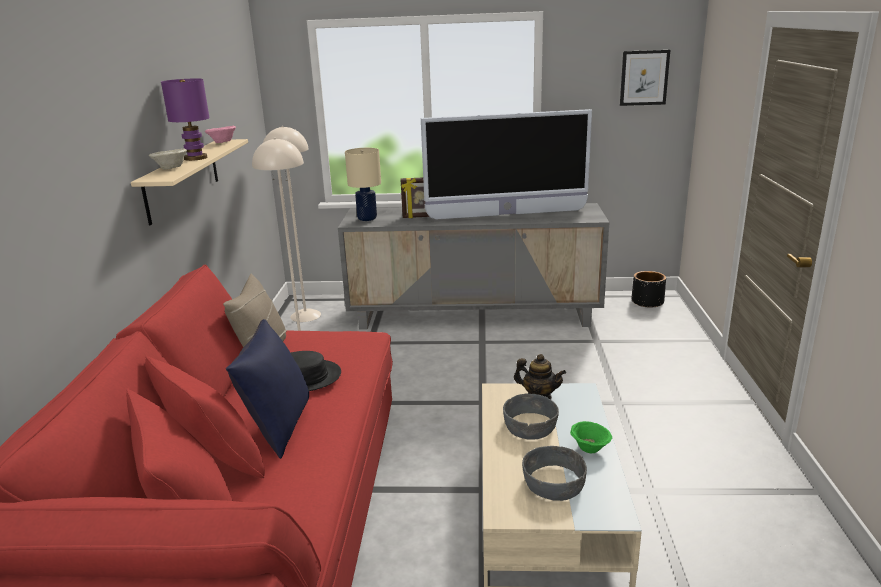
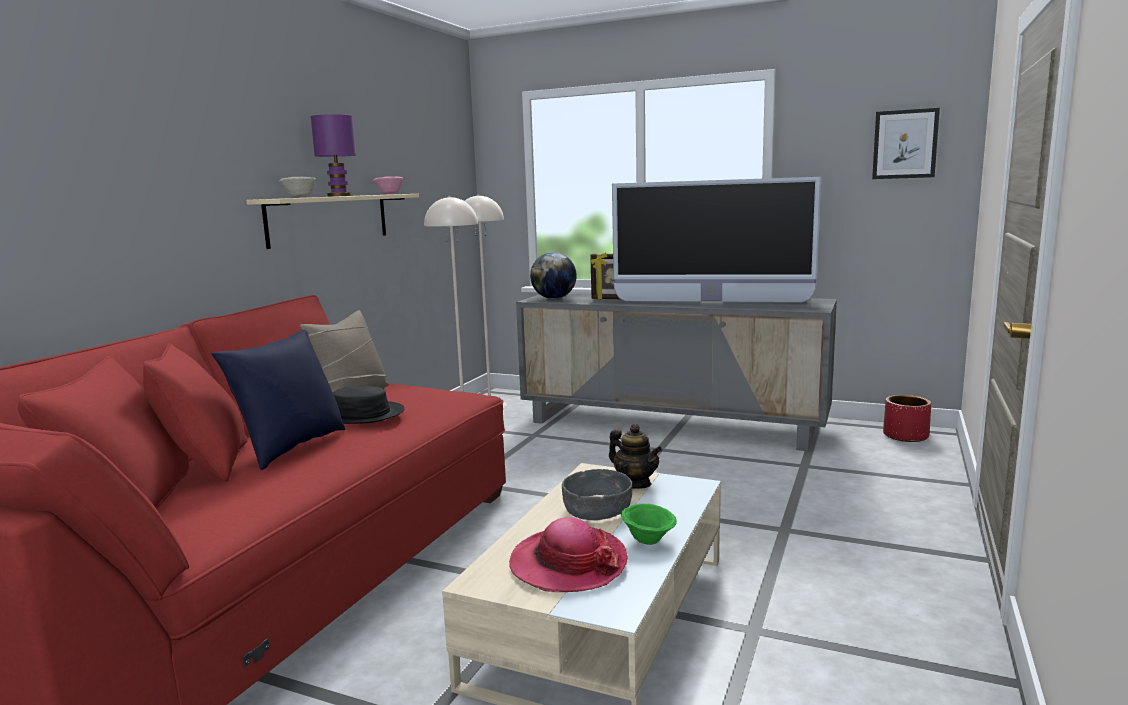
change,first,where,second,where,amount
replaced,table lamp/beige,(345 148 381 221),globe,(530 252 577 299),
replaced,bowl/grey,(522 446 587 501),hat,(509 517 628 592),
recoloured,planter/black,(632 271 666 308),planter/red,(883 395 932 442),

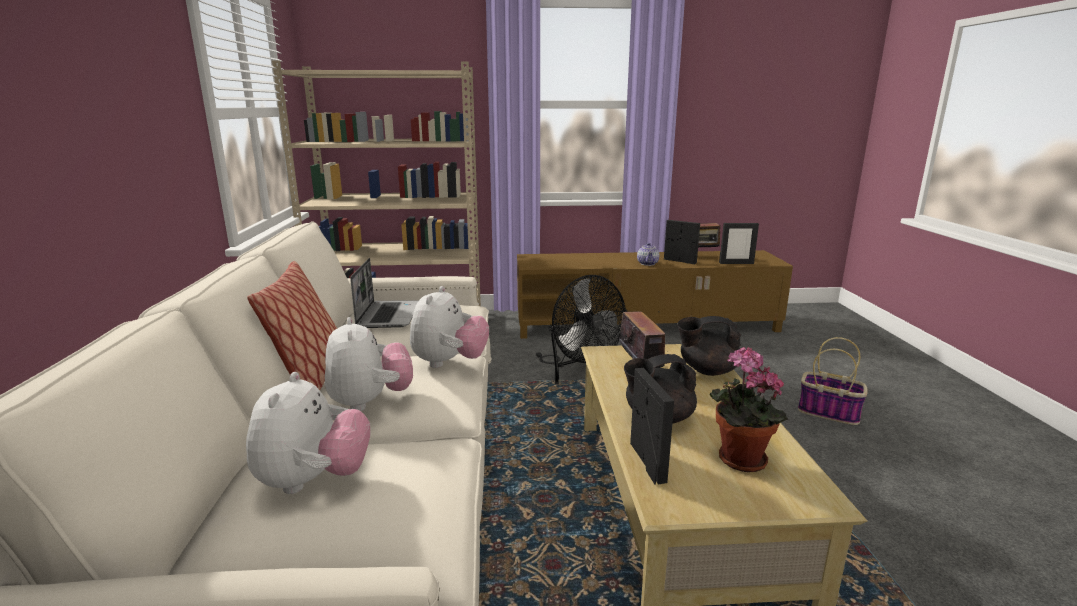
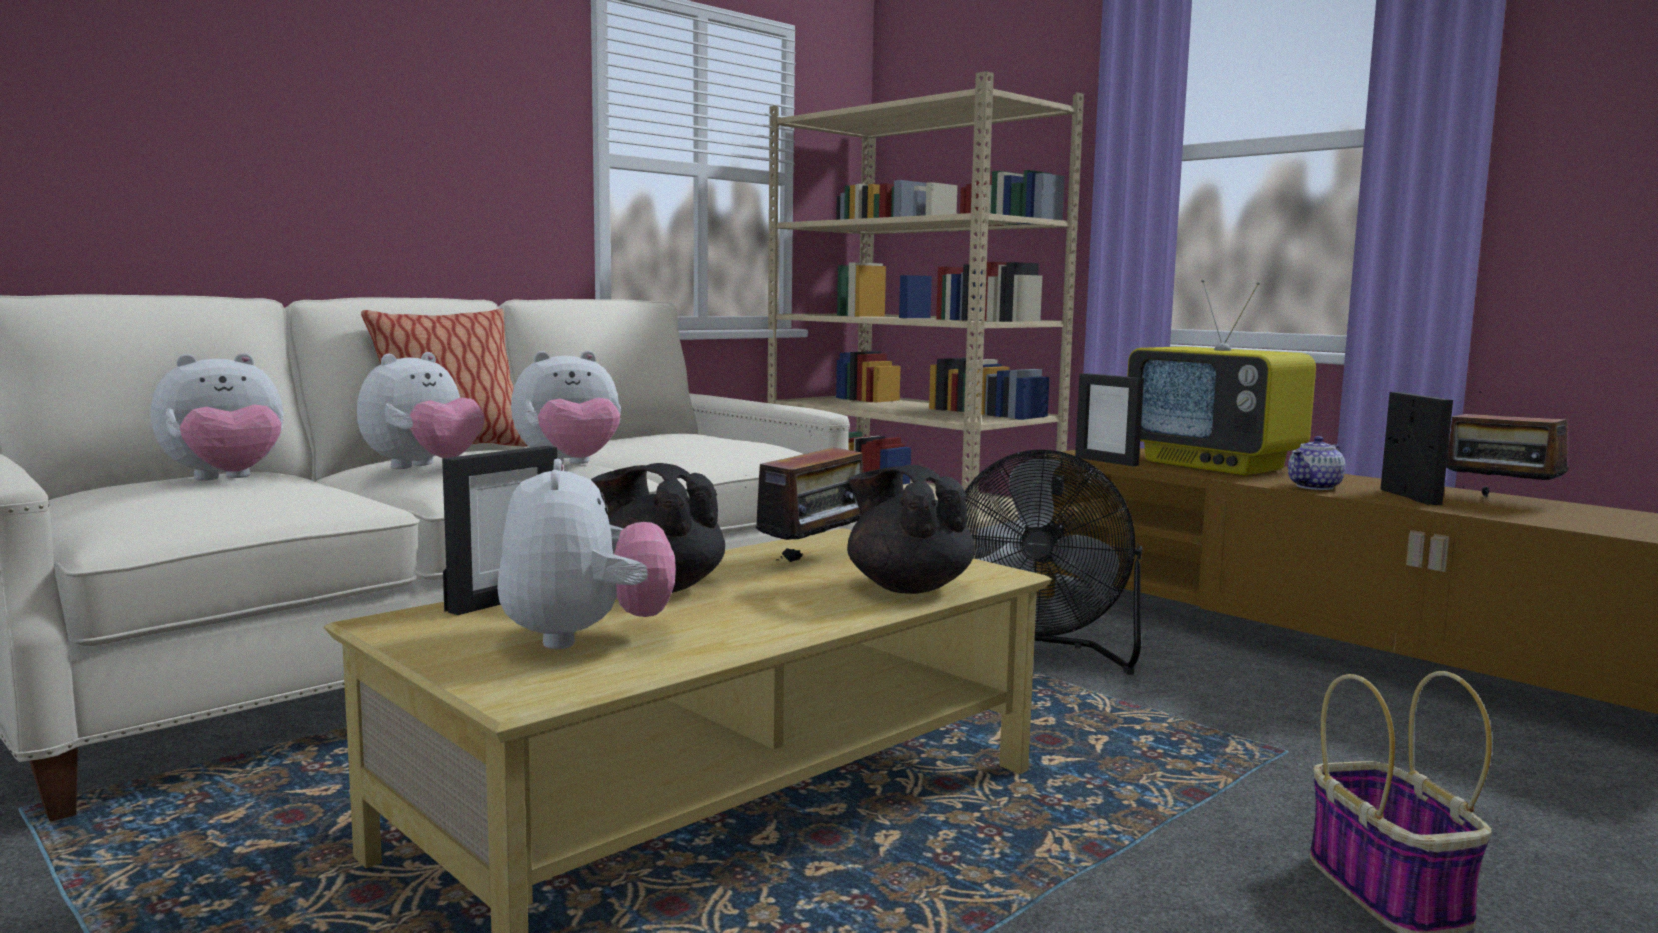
change,first,where,second,where,amount
removed,laptop,(350 258 419 328),,,
added,,,television,(1127 279 1316 475),
moved,picture frame,(719 223 759 264),,(1075 373 1144 466),
replaced,potted plant,(710 347 789 472),plush toy,(497 459 676 649),

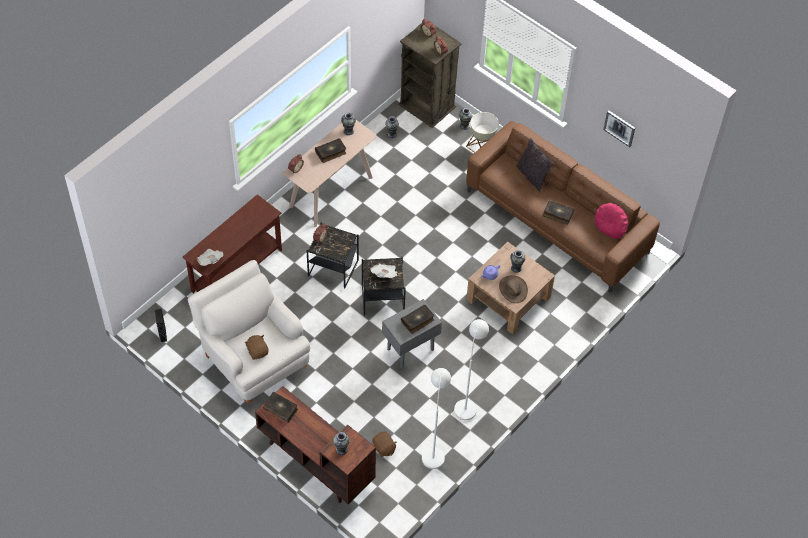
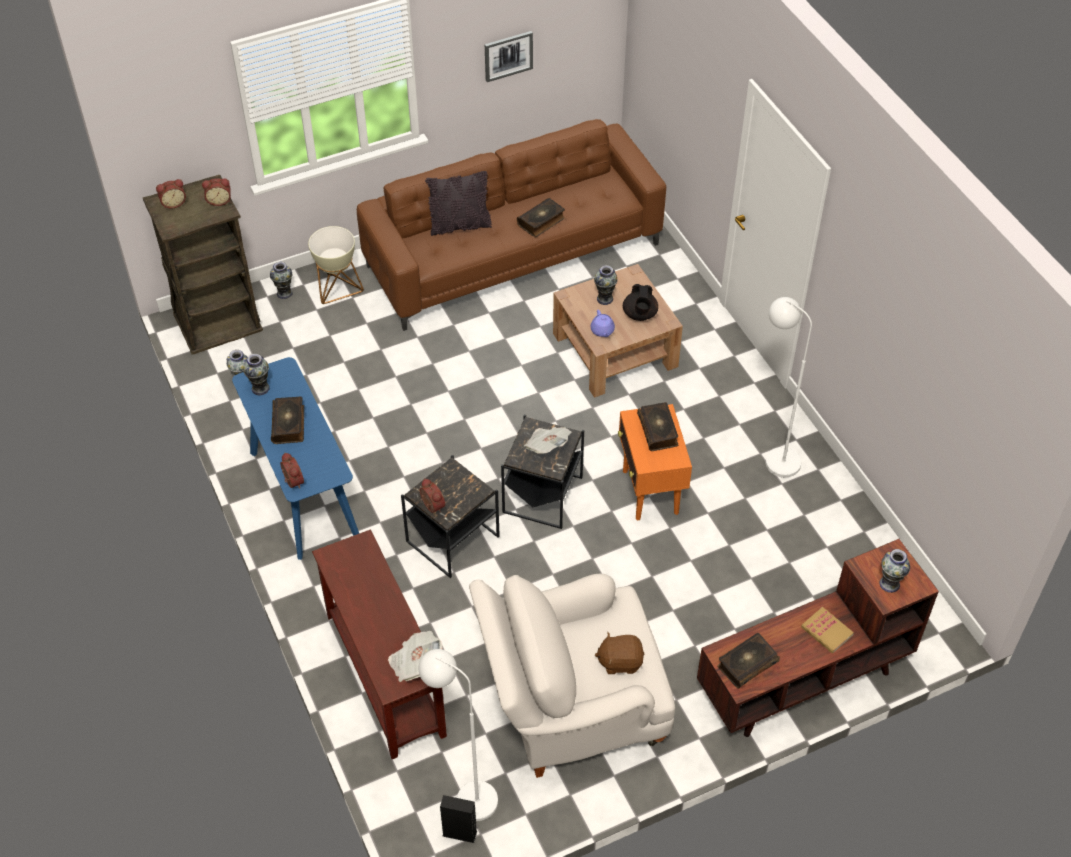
change,first,where,second,where,amount
removed,plush toy/brown,(372 432 397 457),,,
removed,pillow/pink,(594 203 628 239),,,
added,,,book,(801 607 854 653),
moved,floor lamp/white,(422 368 451 469),,(419 649 498 821),
replaced,hat/brown,(499 275 528 303),teapot/black,(623 284 658 321),
recoloured,console table/beige,(283 120 376 227),console table/blue,(232 357 359 560),
recoloured,side table/grey,(382 299 442 368),side table/orange,(618 404 692 520),

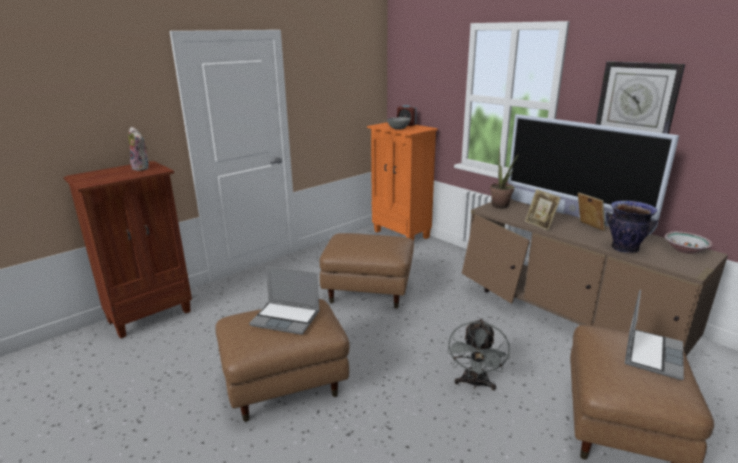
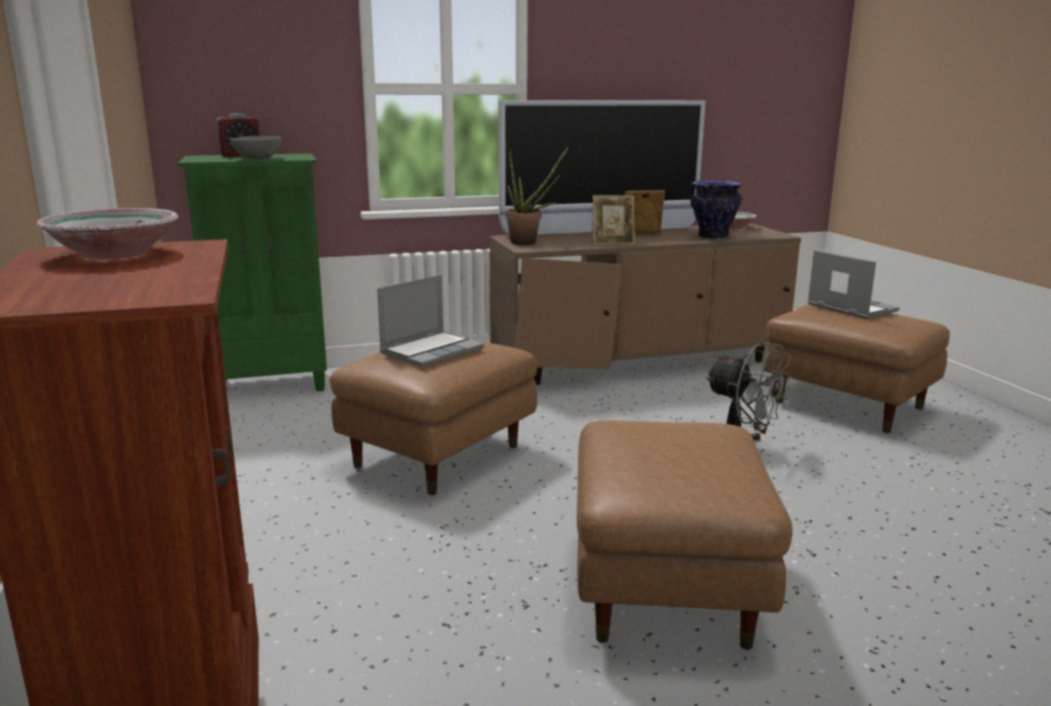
change,first,where,second,where,amount
removed,wall clock,(596 61 685 134),,,
moved,laptop,(249 266 320 335),,(377 275 484 367),
replaced,plush toy,(128 127 149 171),bowl,(36 208 178 260),
recoloured,cabinet/orange,(367 122 438 242),cabinet/green,(178 154 327 391),

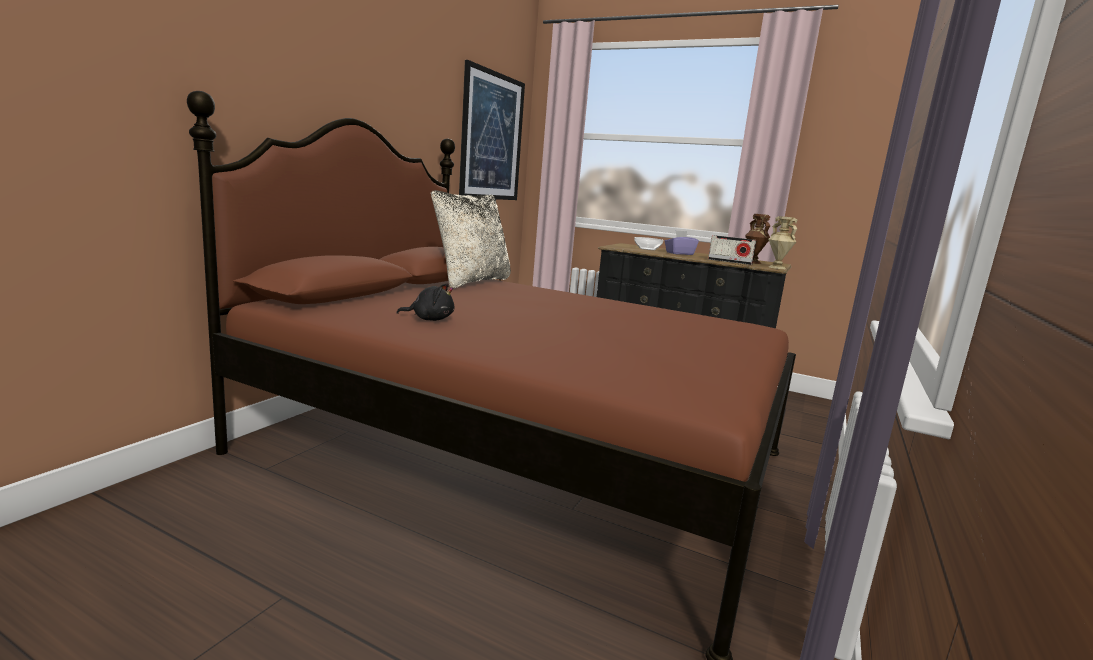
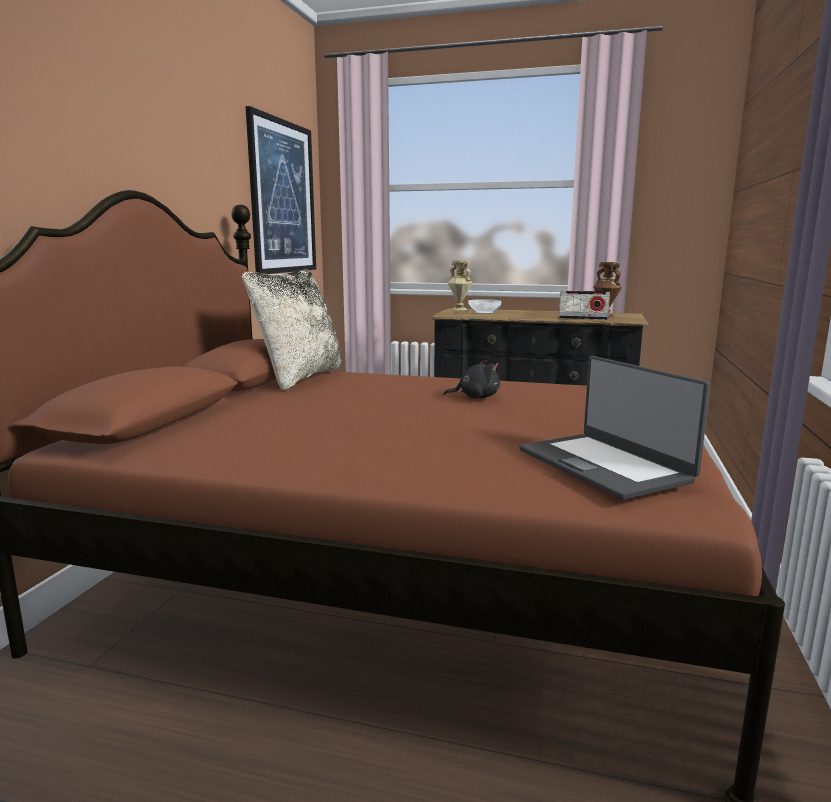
change,first,where,second,where,amount
removed,tissue box/purple,(665 230 699 255),,,
added,,,laptop,(519 356 710 500),
moved,plush toy/black,(397 283 454 321),,(443 360 500 399),
moved,vase/beige,(768 216 798 269),,(448 260 472 311),

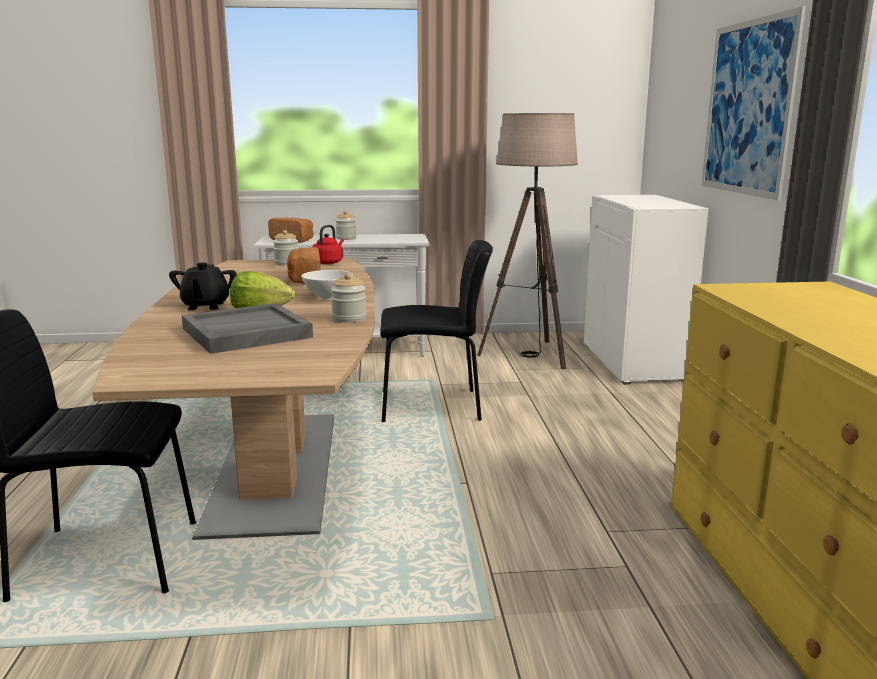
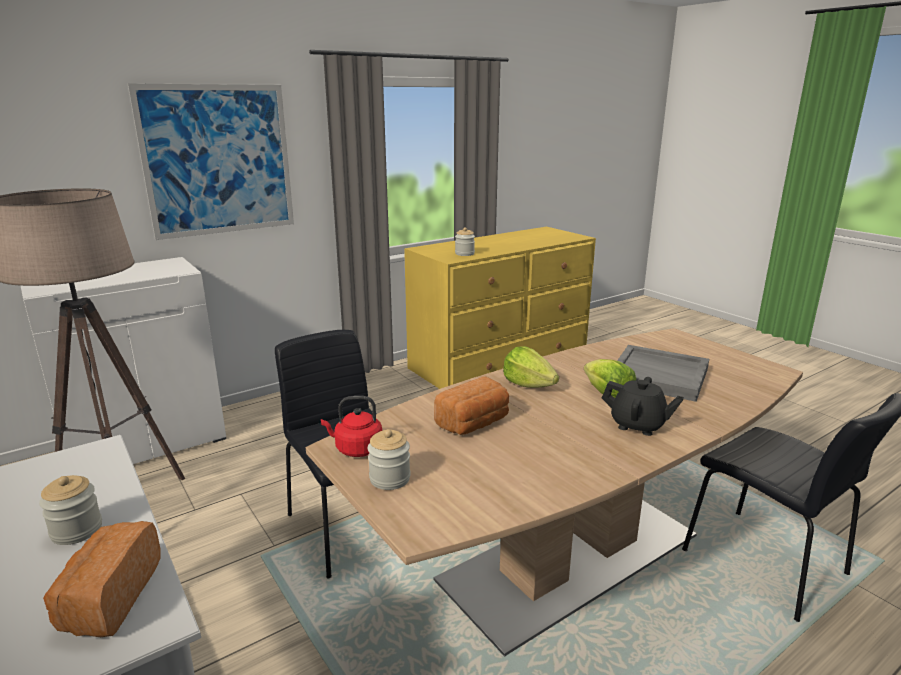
change,first,where,second,where,amount
moved,jar,(331 273 366 323),,(455 227 475 256),
replaced,bowl/white,(301 270 353 300),lettuce,(503 346 559 388),
turned,teapot/black,(169 262 236 310),,(602 377 684 436),60 degrees clockwise

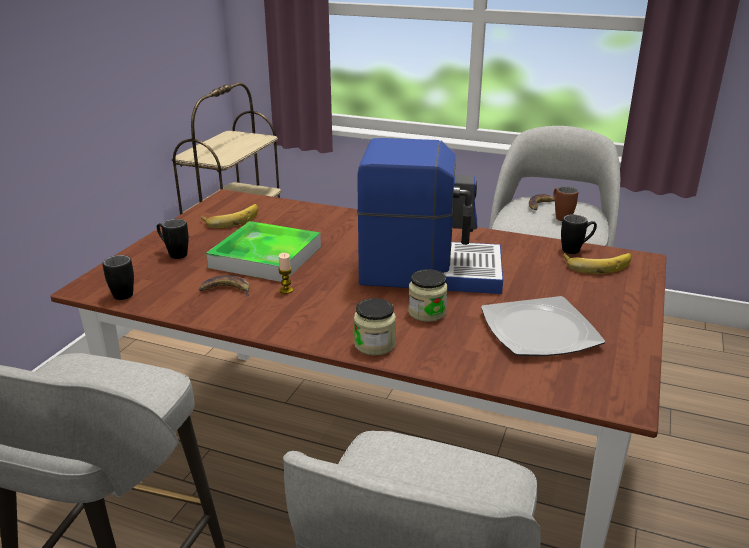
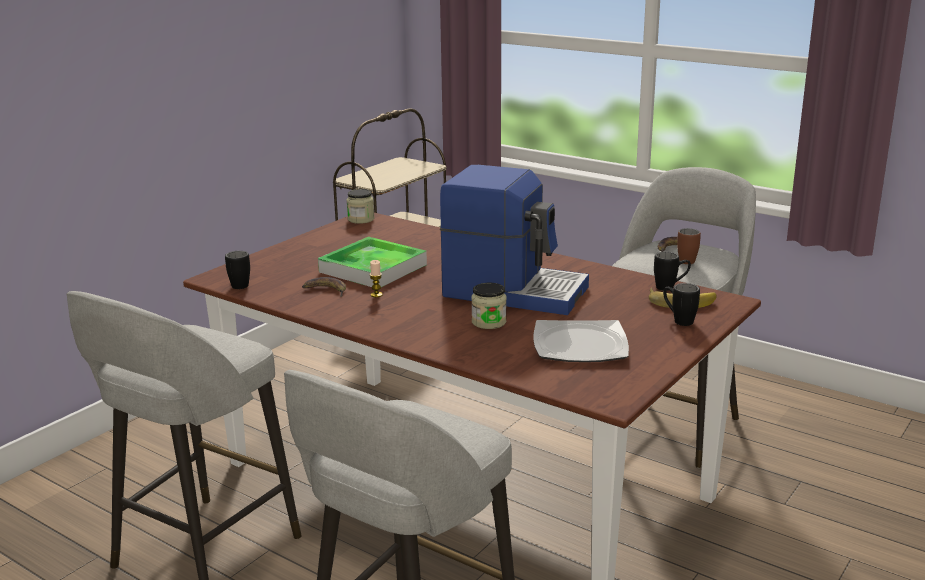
change,first,where,second,where,amount
removed,banana,(201 204 258 228),,,
moved,mug/black,(157 219 189 259),,(663 283 700 326),
moved,jar,(354 298 396 355),,(347 189 375 224),

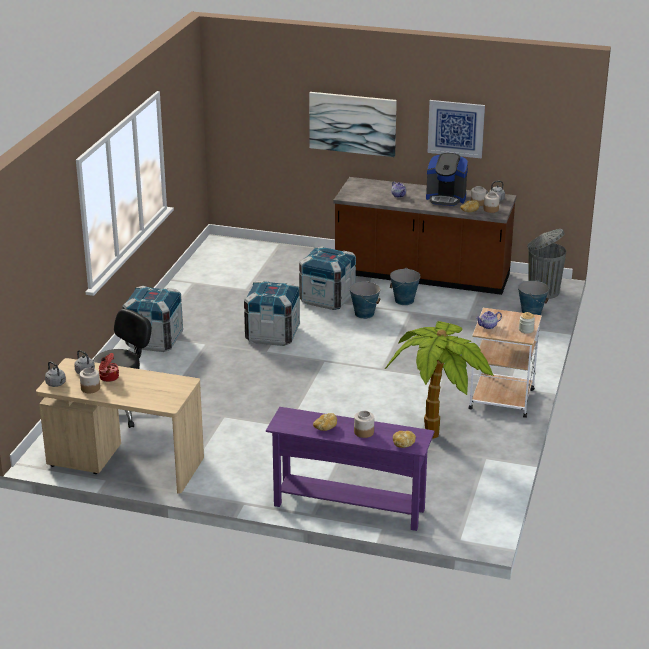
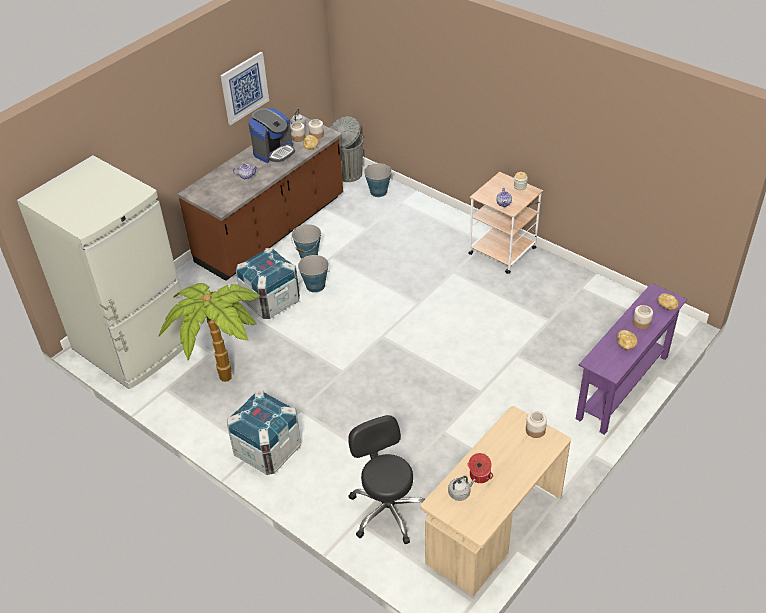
change,first,where,second,where,amount
removed,kettle/grey,(45 362 66 387),,,
removed,crate,(244 280 300 346),,,
removed,picture,(309 92 397 157),,,
added,,,fridge/white,(17 155 184 389),
moved,jar,(79 368 100 393),,(526 411 547 438),
moved,potted plant,(385 321 494 439),,(158 283 260 382),

